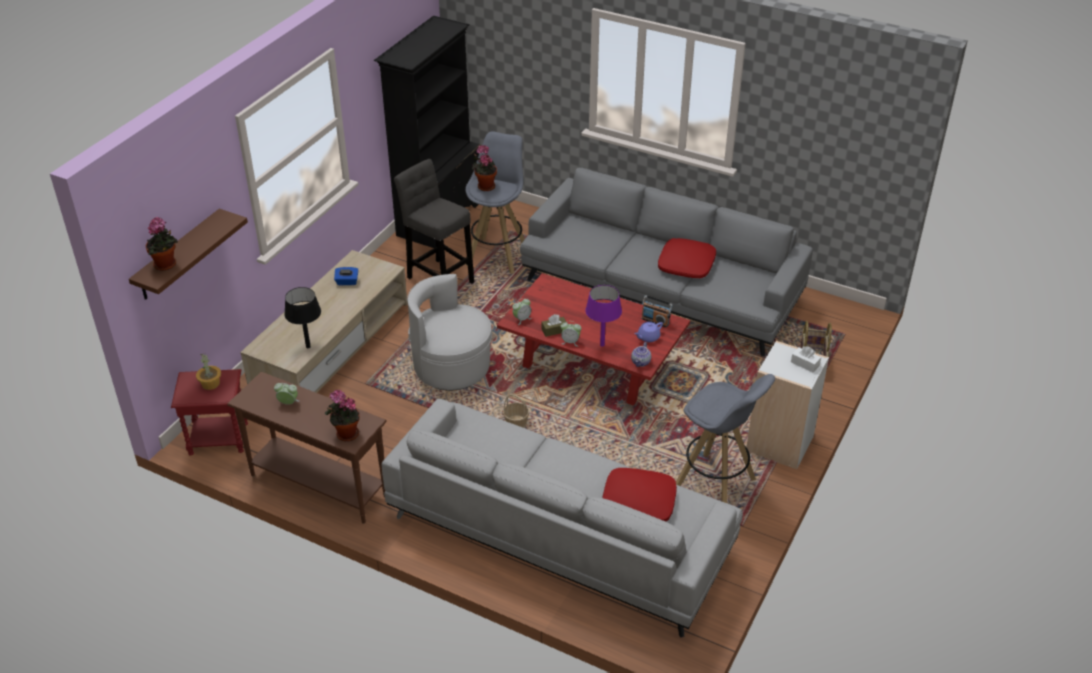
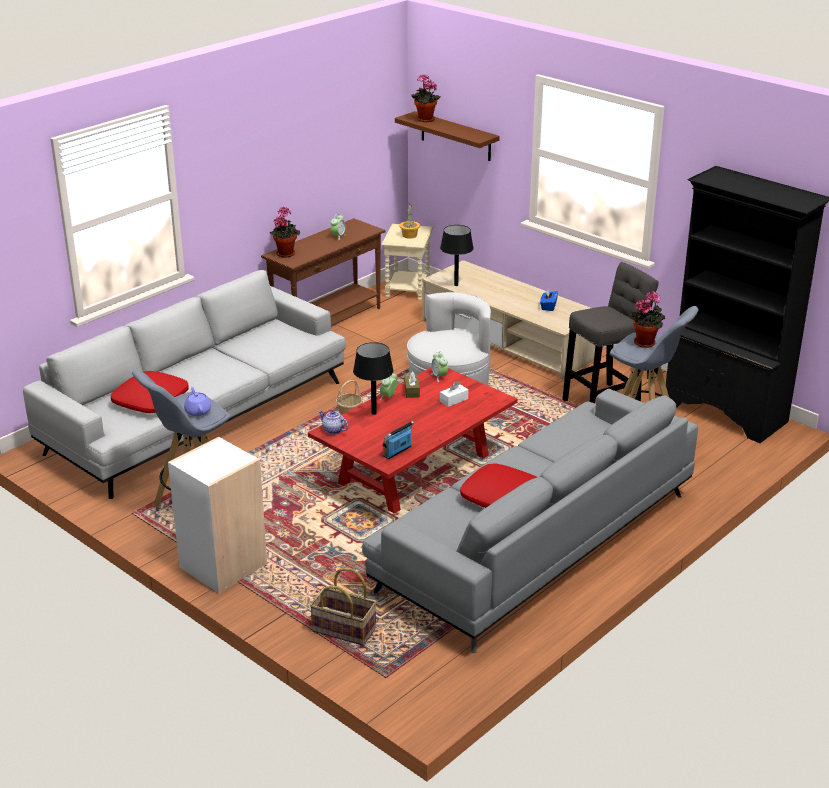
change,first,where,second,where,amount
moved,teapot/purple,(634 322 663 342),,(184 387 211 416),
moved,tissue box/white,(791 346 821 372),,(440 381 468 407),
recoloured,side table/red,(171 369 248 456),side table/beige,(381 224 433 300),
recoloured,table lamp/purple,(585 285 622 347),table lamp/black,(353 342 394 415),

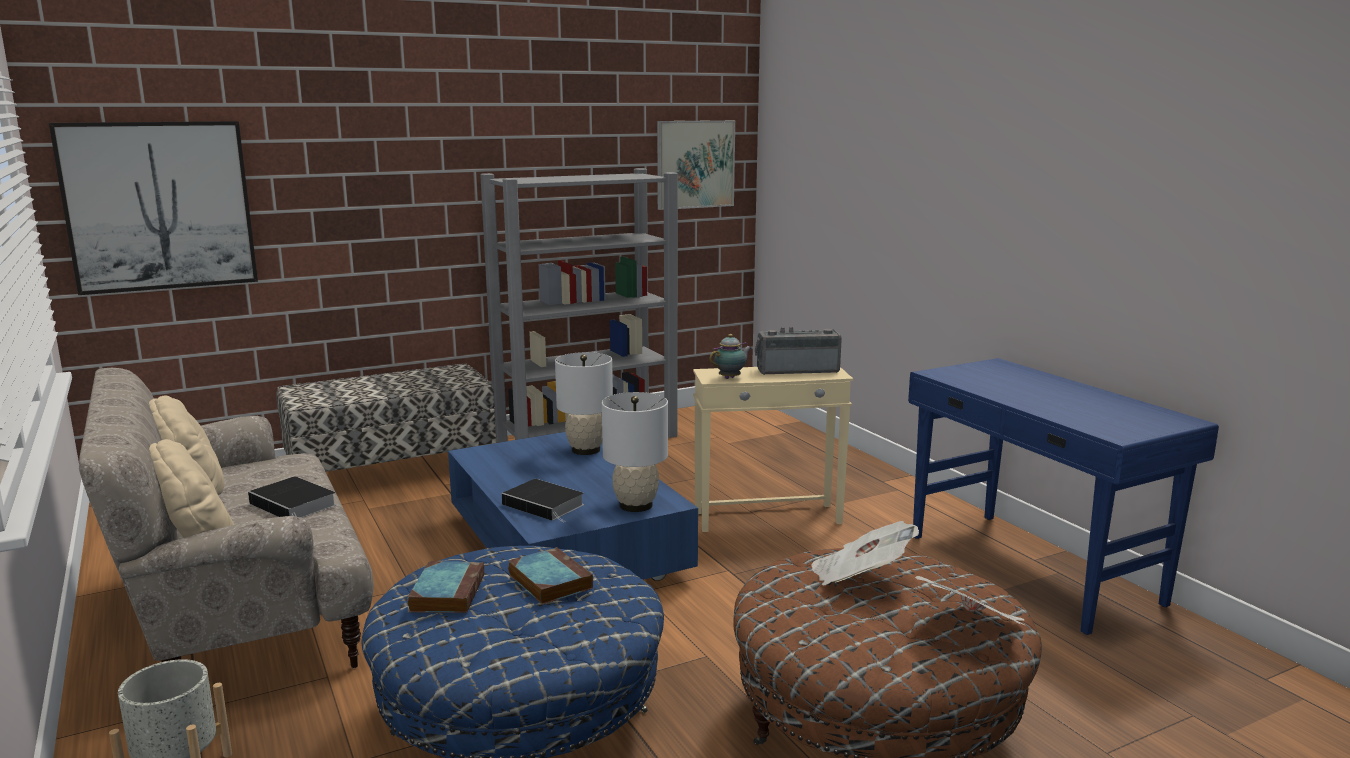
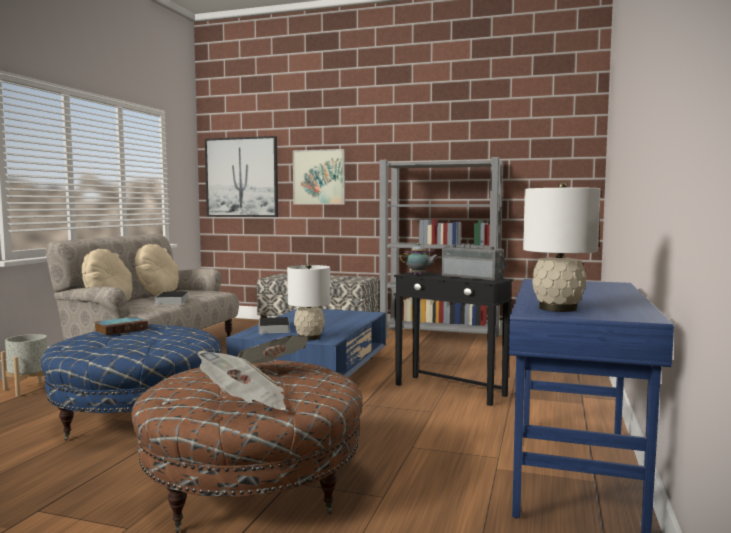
change,first,where,second,where,amount
removed,book,(508 547 593 605),,,
moved,table lamp/white,(555 352 613 455),,(523 182 601 312),
moved,picture,(657 120 735 210),,(293 149 345 205),
recoloured,side table/beige,(693 367 853 532),side table/black,(394 272 513 406),

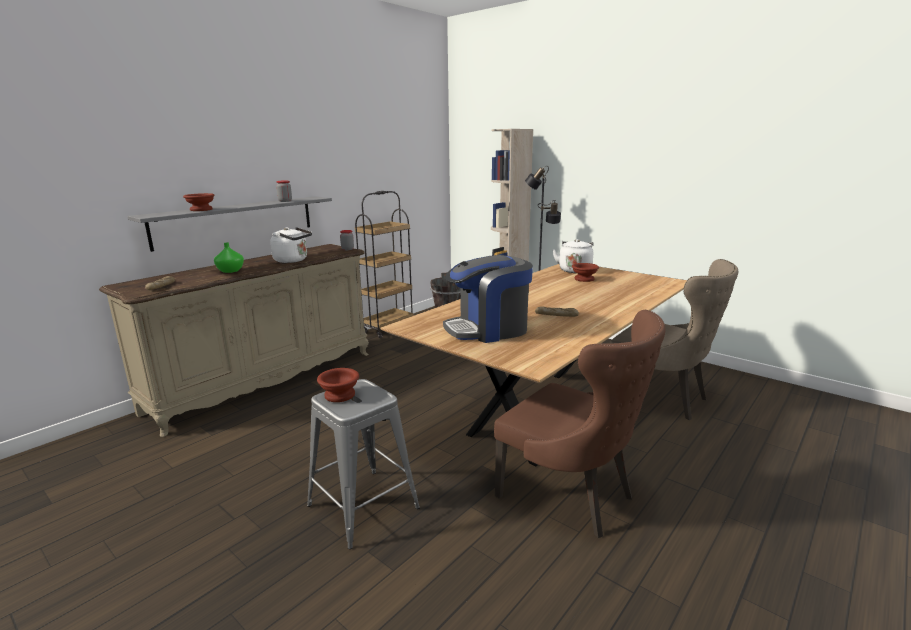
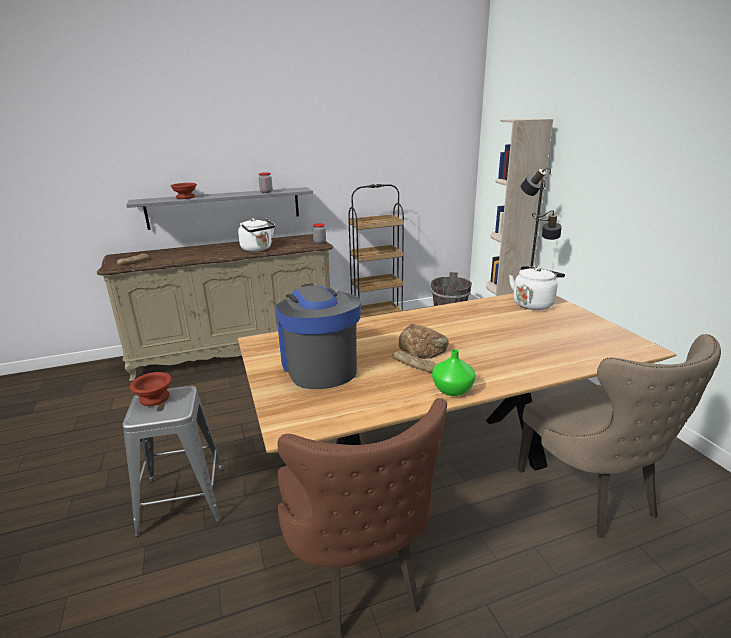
change,first,where,second,where,amount
removed,bowl/brown,(572 263 599 282),,,
added,,,bread,(399 324 449 359),
moved,vase/green,(214 242 244 273),,(432 349 476 396),
turned,coffee machine,(443 255 533 343),,(276 284 361 389),60 degrees clockwise

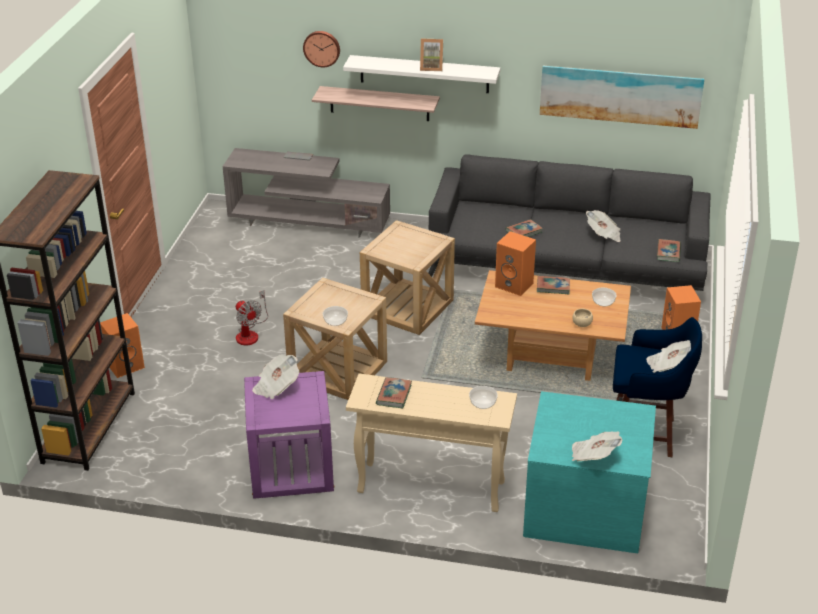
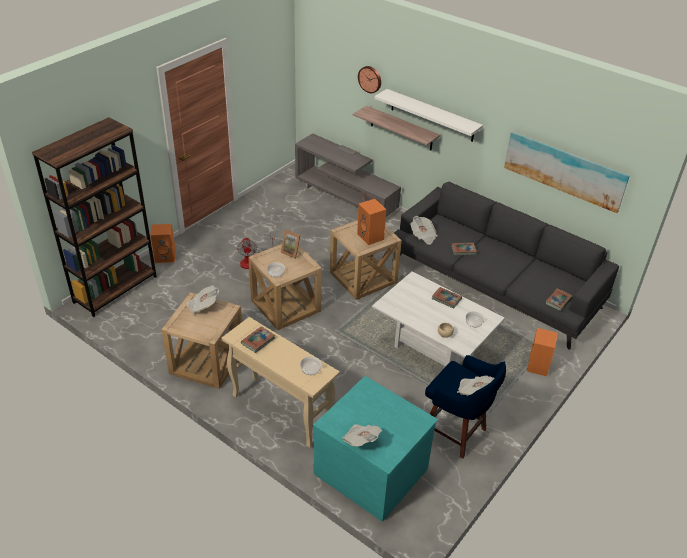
change,first,where,second,where,amount
moved,picture frame,(420 39 443 71),,(281 230 300 259),
moved,speaker/orange,(495 231 536 296),,(357 199 386 245),
moved,newspaper,(586 210 620 242),,(410 216 438 245),
recoloured,side table/purple,(244 371 334 499),side table/beige,(161 292 242 389),
recoloured,coffee table/brown,(475 270 631 381),coffee table/white,(372 271 505 367),

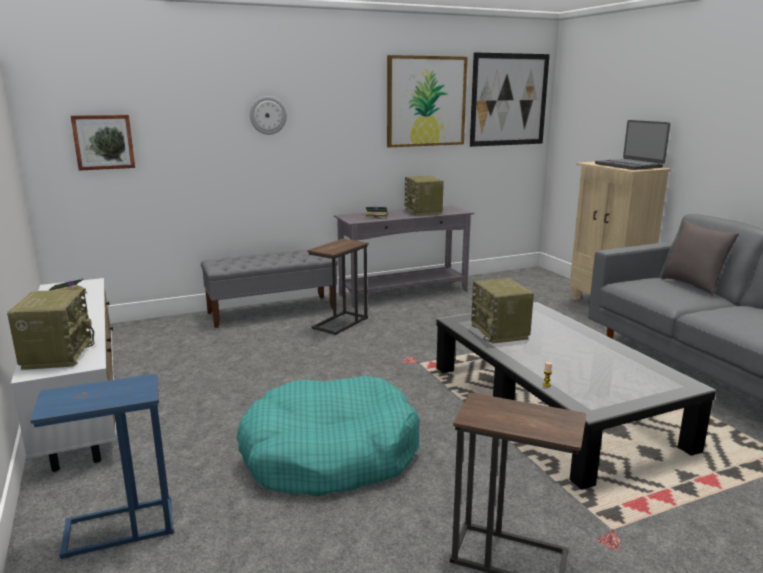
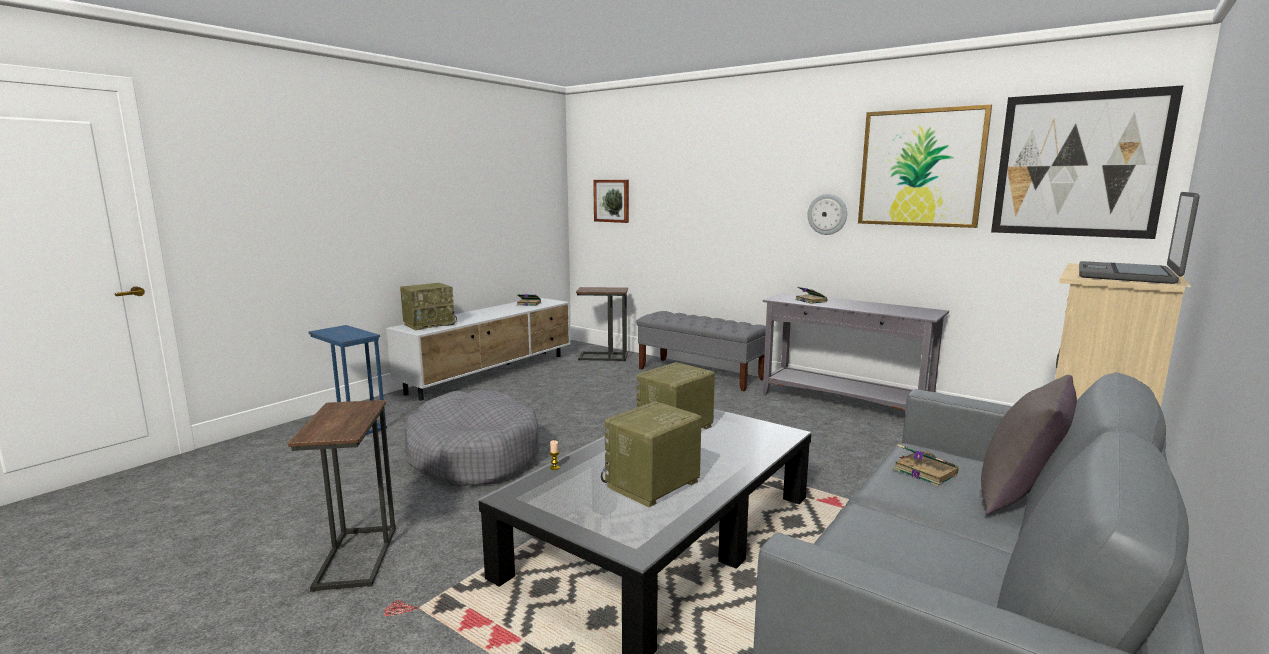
change,first,where,second,where,amount
added,,,book,(893 444 959 486),
moved,wall clock,(250 96 287 135),,(808 194 847 235),
moved,side table/brown,(307 239 368 335),,(576 287 628 361),
moved,radio,(405 176 444 216),,(601 401 702 508),
recoloured,dog bed/turquoise,(237 376 420 496),dog bed/grey,(405 390 539 487),

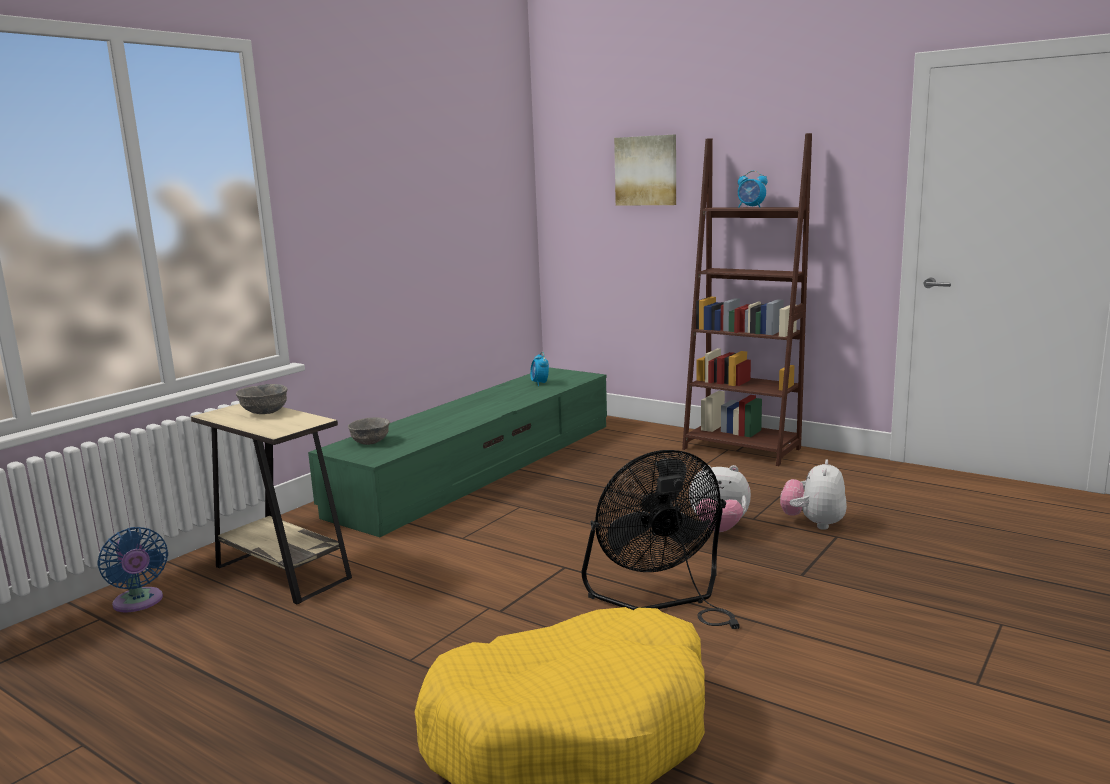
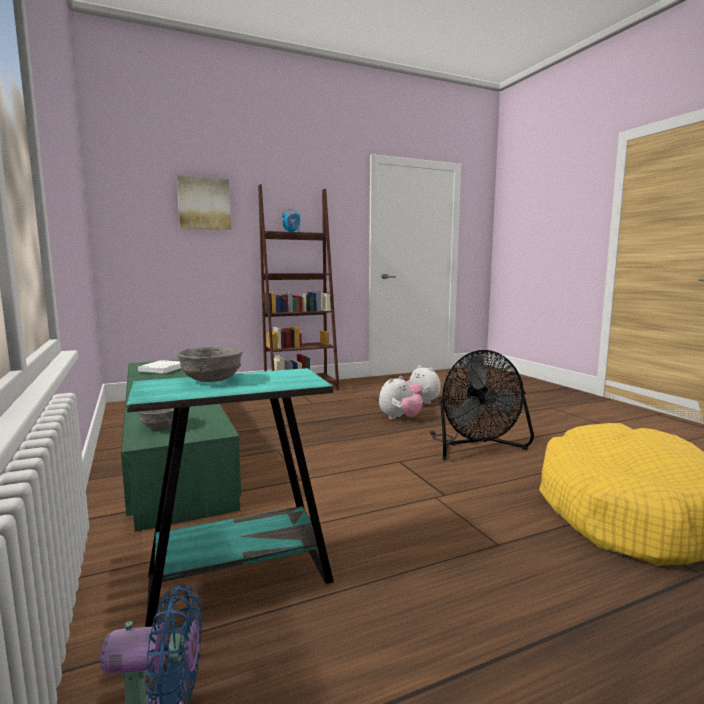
change,first,where,second,where,amount
replaced,alarm clock,(530 352 549 386),book/white,(138 360 181 374),
recoloured,side table/beige,(191 404 352 604),side table/turquoise,(126 368 334 627),
turned,fan/black,(582 450 739 629),,(430 350 534 460),120 degrees counterclockwise

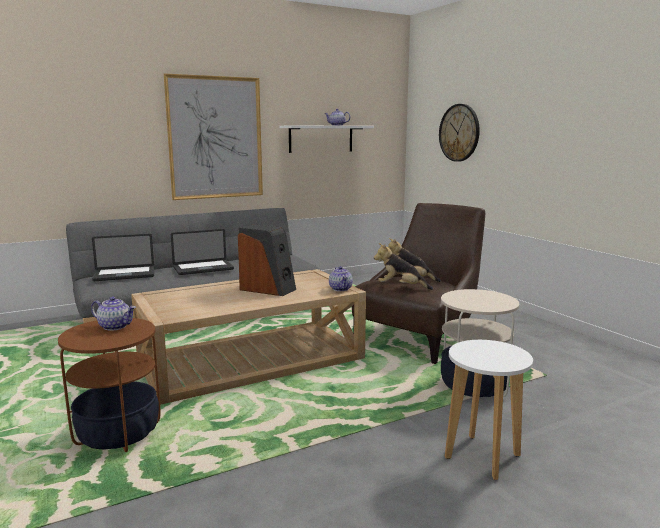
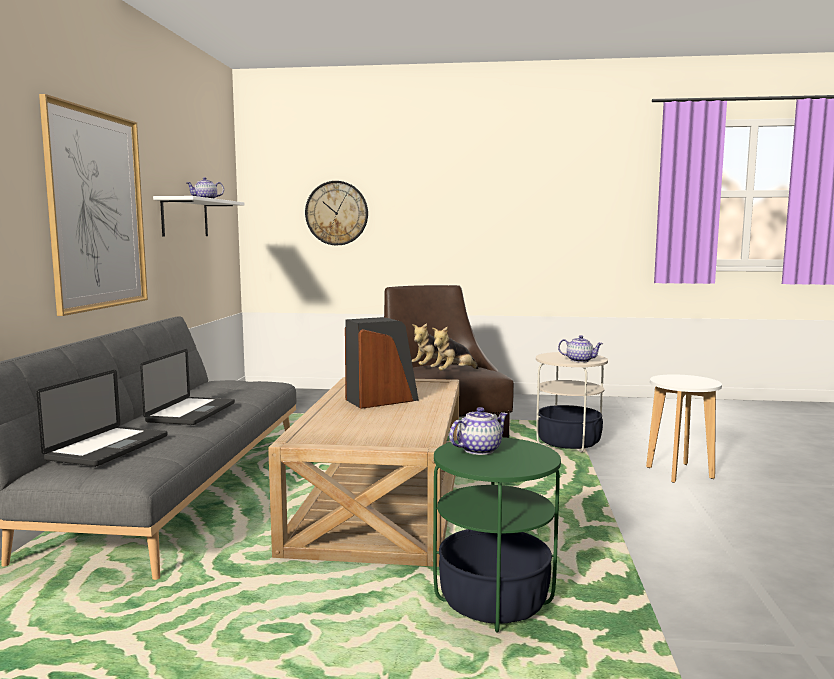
change,first,where,second,where,amount
moved,teapot,(329 266 353 291),,(558 335 603 363),
recoloured,side table/brown,(58 318 160 452),side table/green,(433 437 561 632),

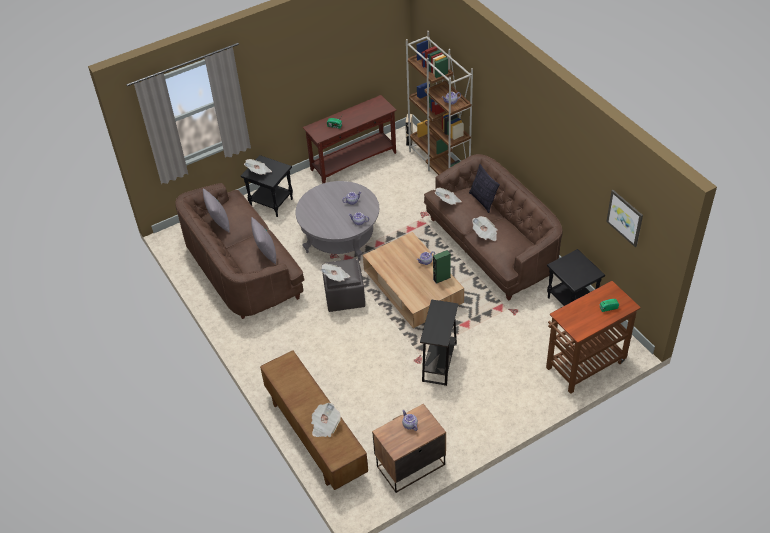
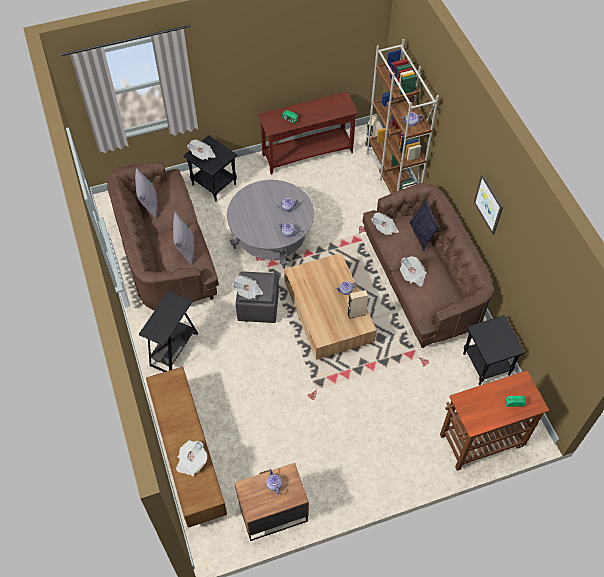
change,first,where,second,where,amount
moved,side table/black,(420 299 458 386),,(139 291 198 372),
moved,picture,(606 190 643 247),,(474 174 503 235),
recoloured,speaker/green,(433 250 451 284),speaker/beige,(347 290 368 319),

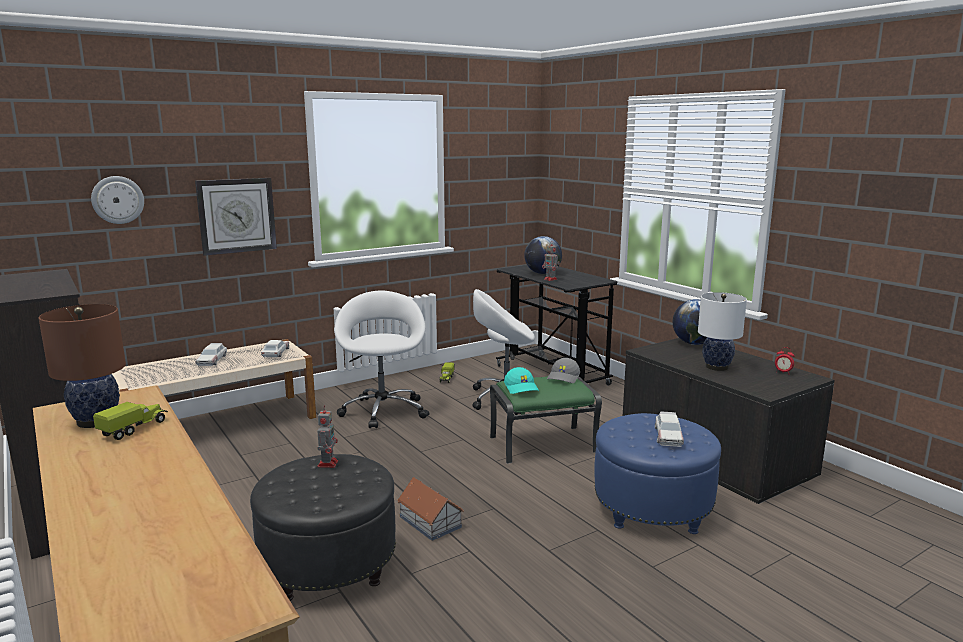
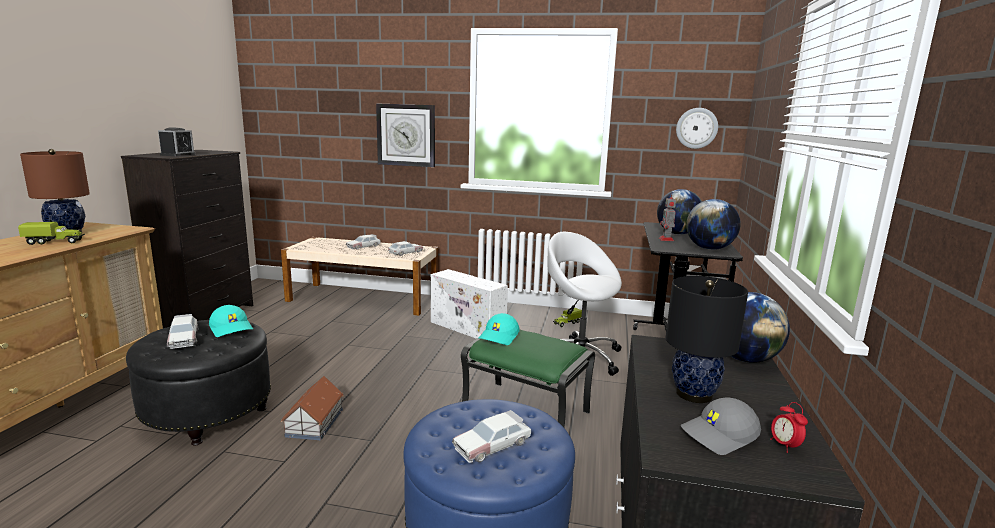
change,first,where,second,where,amount
added,,,alarm clock,(158 127 195 156),
added,,,toy car,(167 314 198 349),
added,,,globe,(686 199 741 250),
moved,wall clock,(91 176 144 224),,(676 108 718 149),
moved,cap/grey,(547 358 580 383),,(681 398 761 455),
replaced,toy robot,(317 405 338 468),cap/turquoise,(209 305 253 337),
replaced,office chair/white,(334 290 430 428),storage box/white,(431 269 508 339),
recoloured,table lamp/white,(698 292 747 371),table lamp/black,(666 276 748 403),

